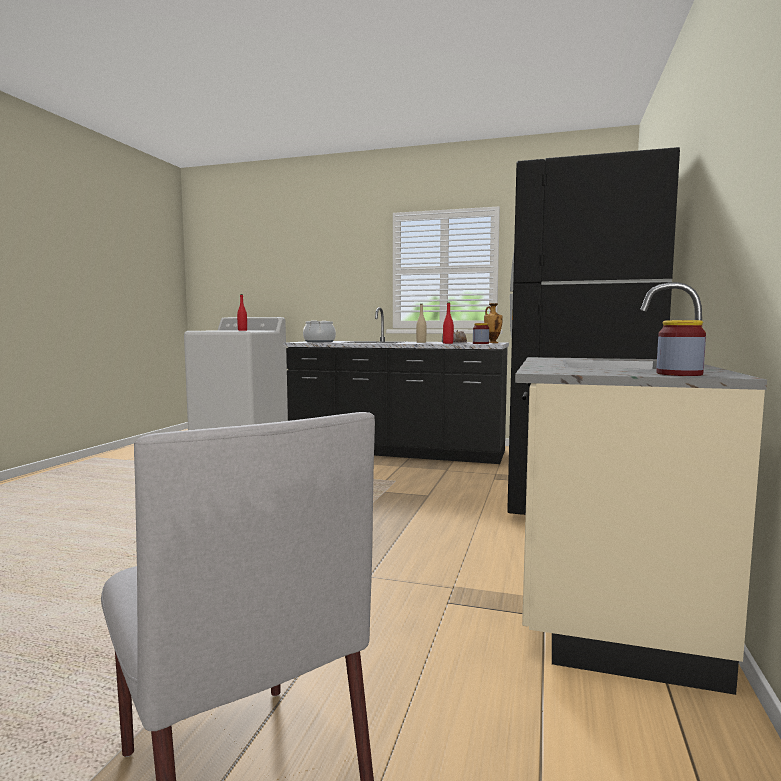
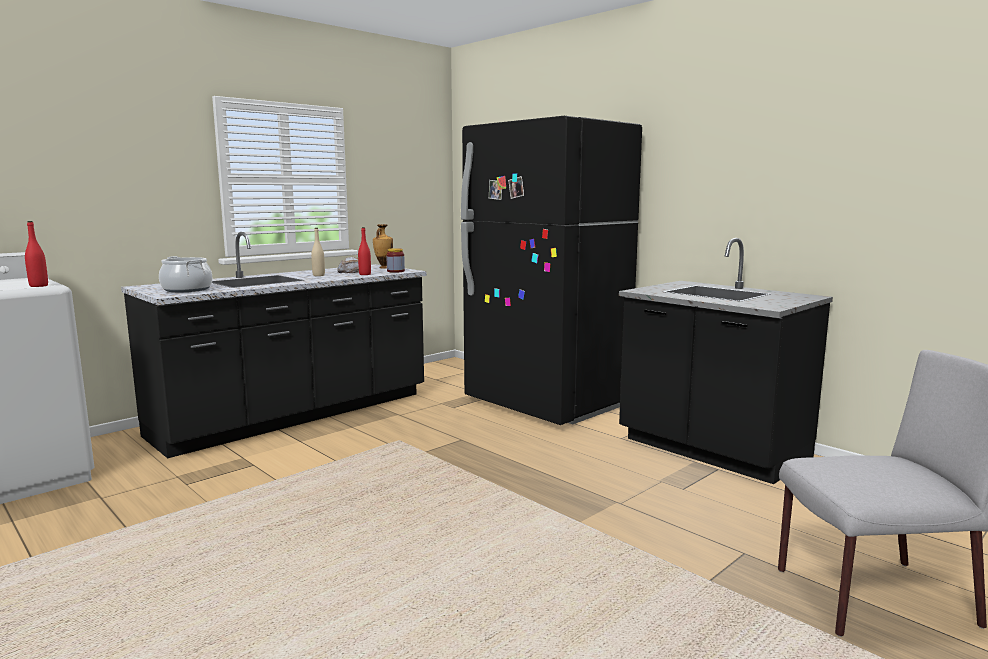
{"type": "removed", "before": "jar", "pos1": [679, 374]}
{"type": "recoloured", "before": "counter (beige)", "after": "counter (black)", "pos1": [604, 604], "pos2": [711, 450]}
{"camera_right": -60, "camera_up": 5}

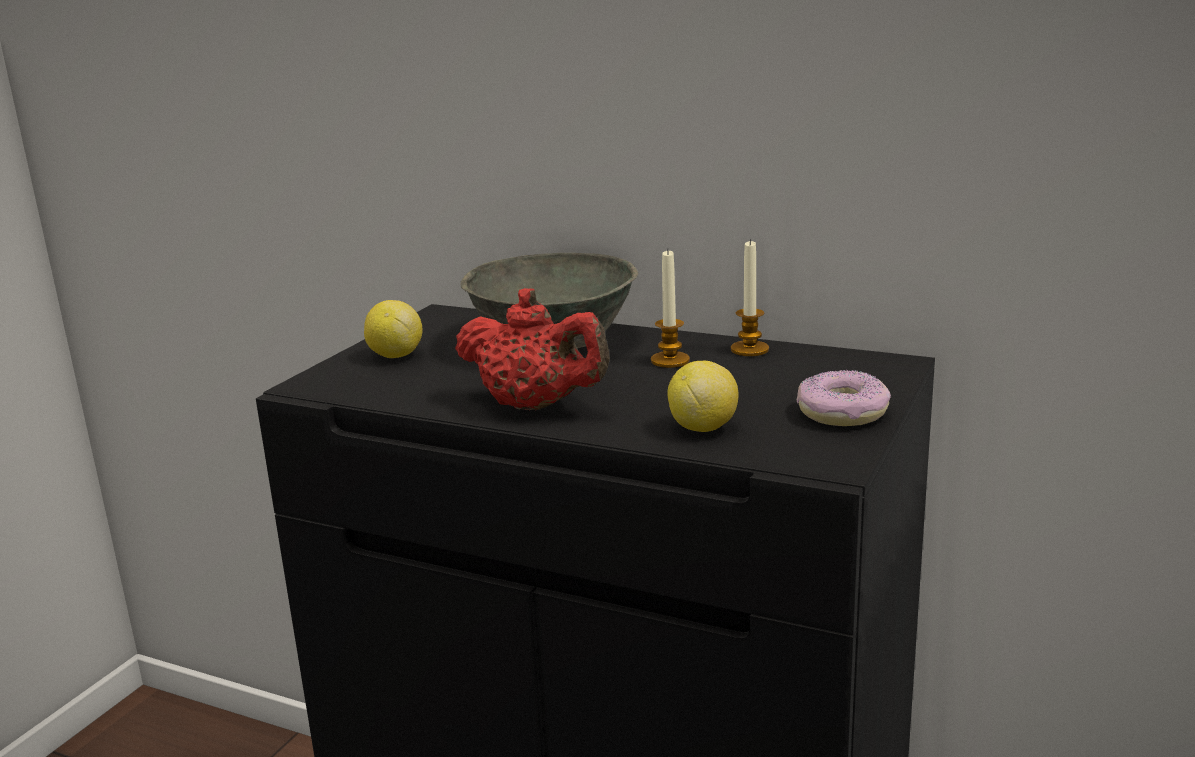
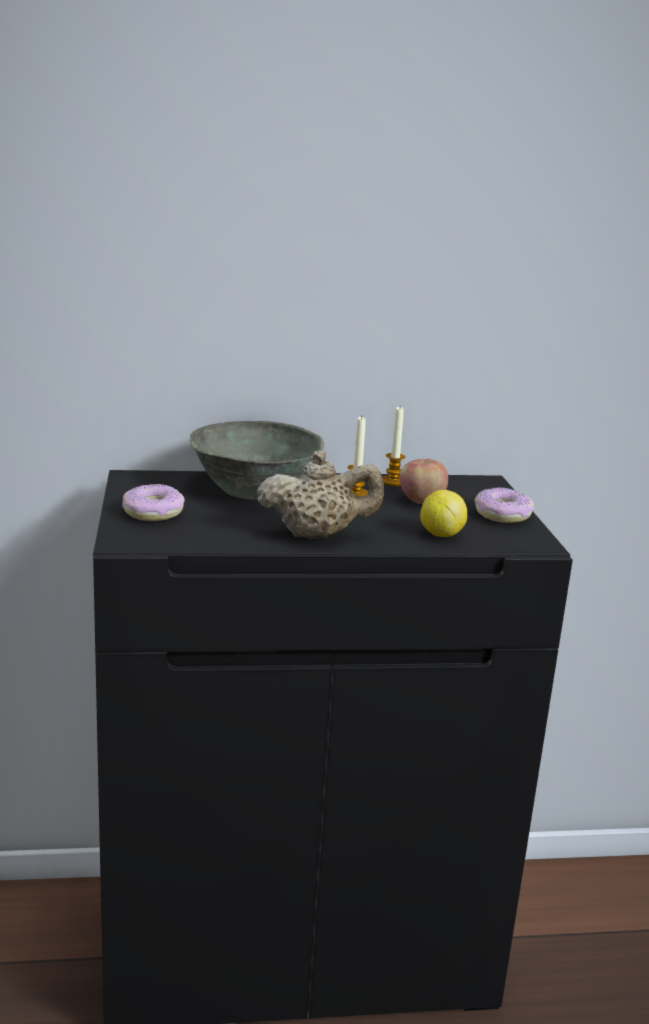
{"type": "added", "after": "apple", "pos2": [421, 501]}
{"type": "replaced", "before": "lemon", "after": "donut", "pos1": [395, 355], "pos2": [153, 512]}
{"type": "recoloured", "before": "teapot (red)", "after": "teapot (beige)", "pos1": [536, 406], "pos2": [317, 535]}
{"camera_right": -35, "camera_up": 0}

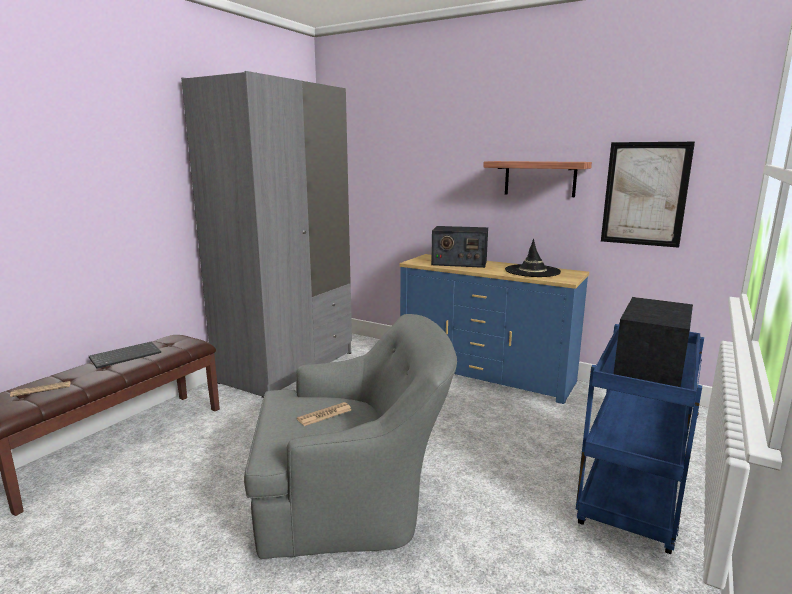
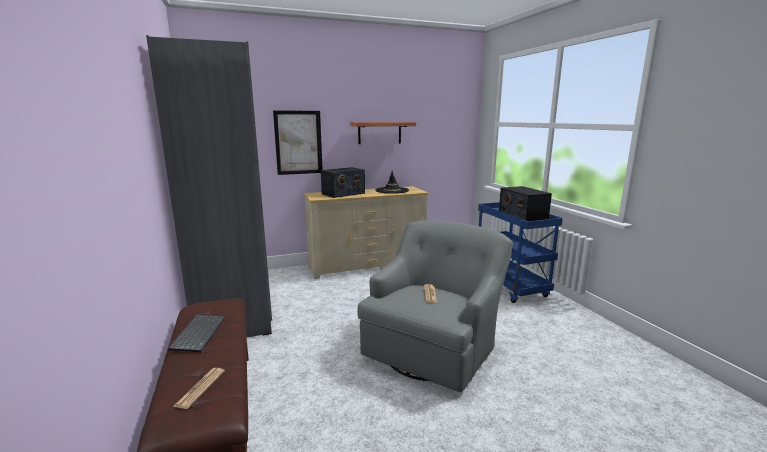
{"type": "moved", "before": "picture", "pos1": [645, 194], "pos2": [298, 142]}
{"type": "recoloured", "before": "dresser (blue)", "after": "dresser (beige)", "pos1": [485, 374], "pos2": [367, 265]}
{"camera_right": -50, "camera_up": 0}

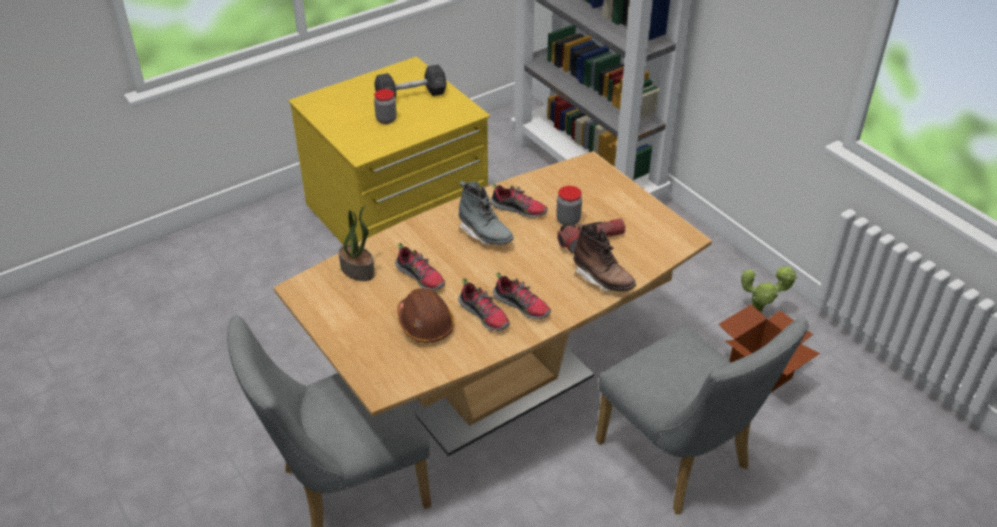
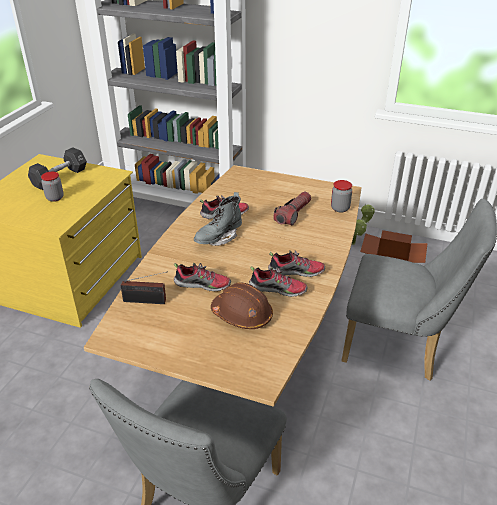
{"type": "removed", "before": "boot (brown)", "pos1": [602, 279]}
{"type": "moved", "before": "jar", "pos1": [568, 220], "pos2": [340, 208]}
{"type": "replaced", "before": "potted plant", "after": "radio", "pos1": [358, 270], "pos2": [147, 301]}
{"type": "turned", "before": "boot (grey)", "pos1": [485, 234], "pos2": [218, 238], "turn": 120}
{"camera_right": -35, "camera_up": -5}

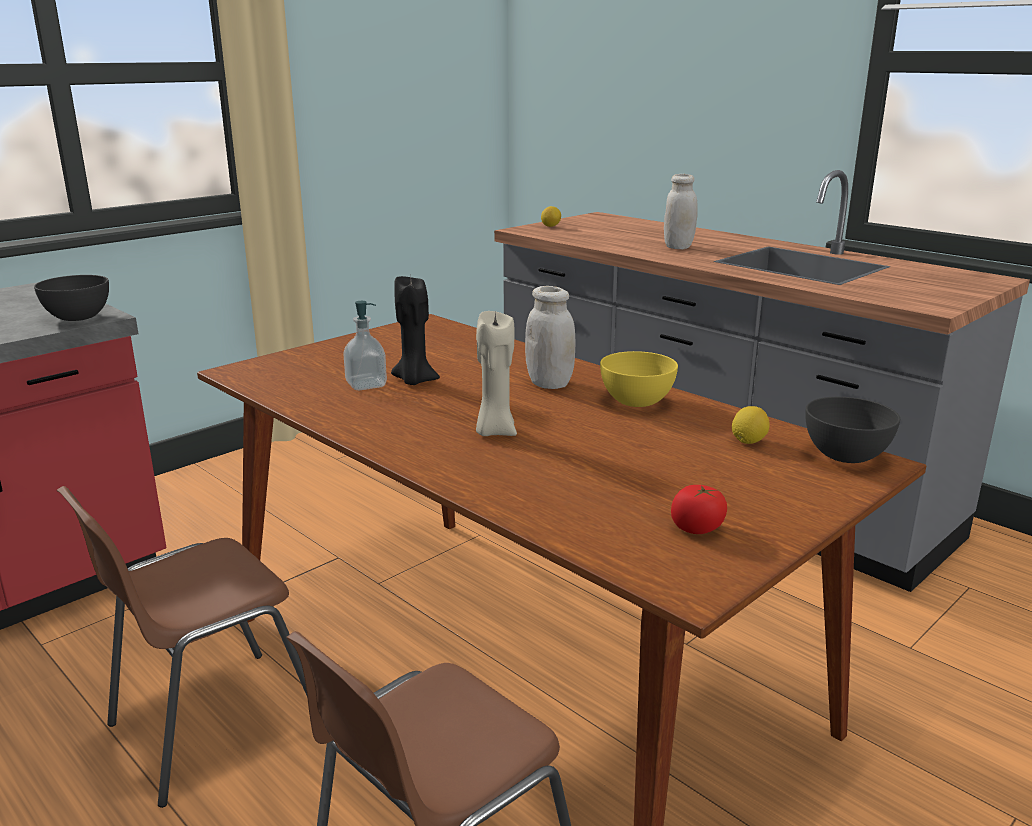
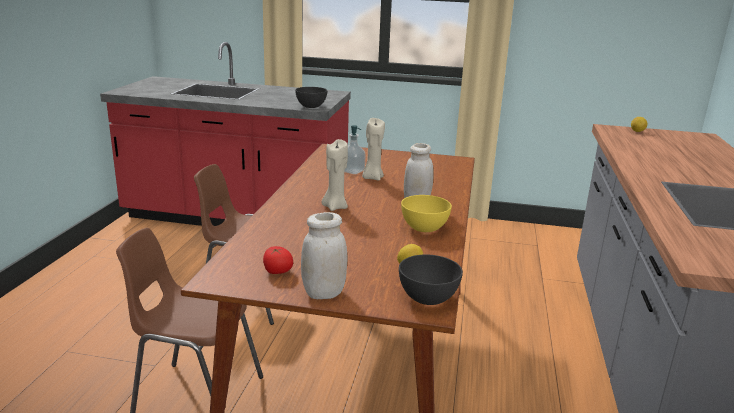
{"type": "moved", "before": "jar (white)", "pos1": [678, 247], "pos2": [324, 293]}
{"type": "recoloured", "before": "candle (black)", "after": "candle (beige)", "pos1": [414, 381], "pos2": [372, 178]}
{"camera_right": 55, "camera_up": 0}

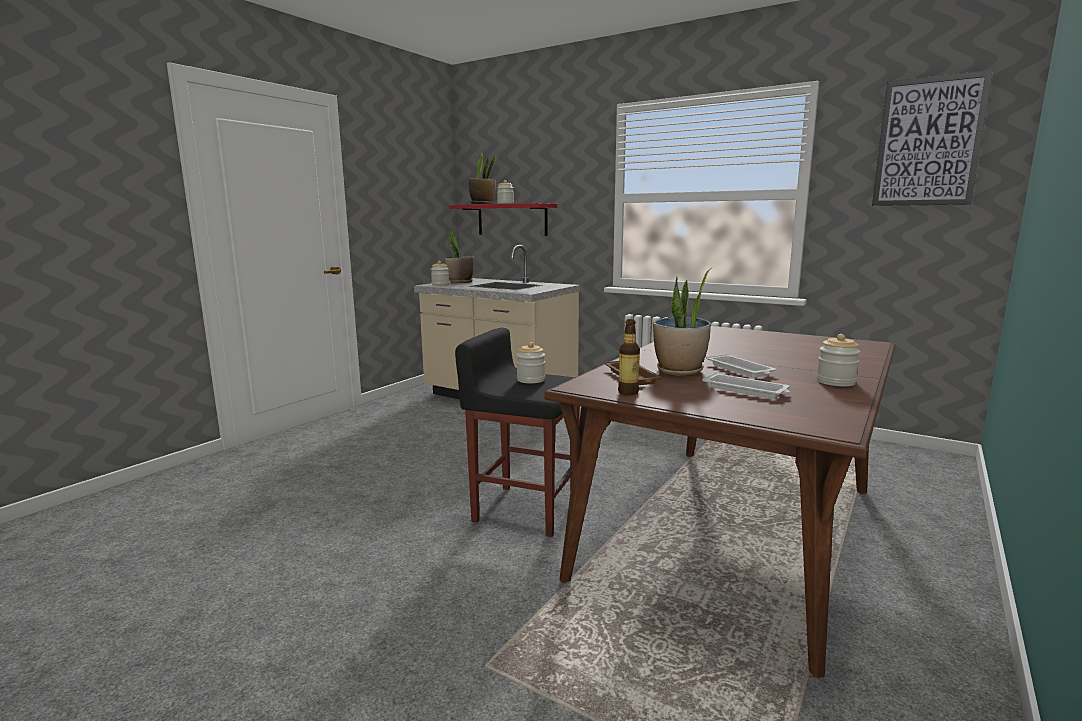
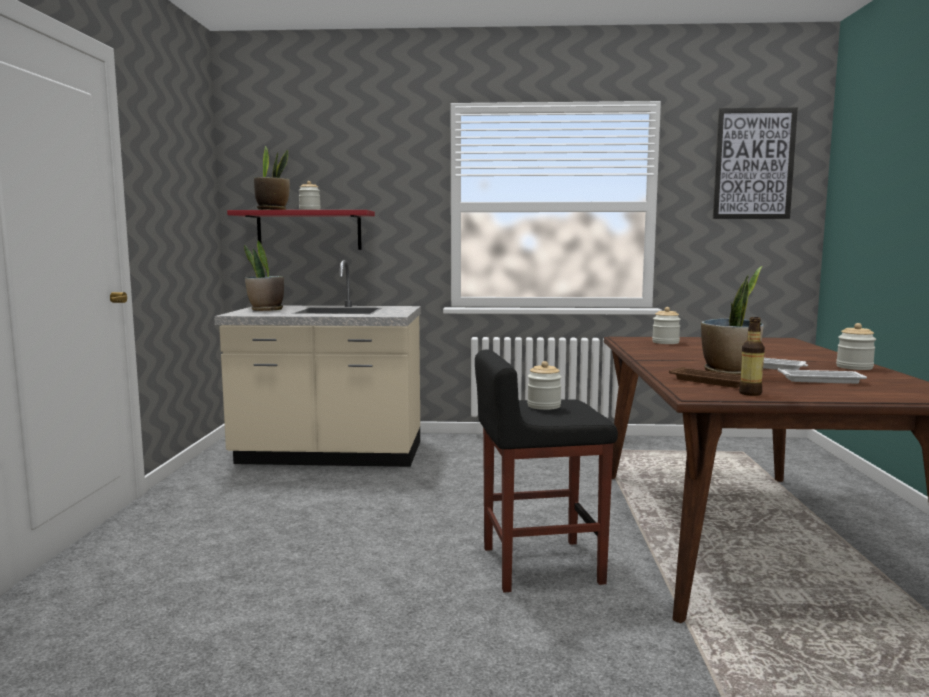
{"type": "moved", "before": "jar", "pos1": [440, 285], "pos2": [665, 342]}
{"camera_right": -30, "camera_up": -5}

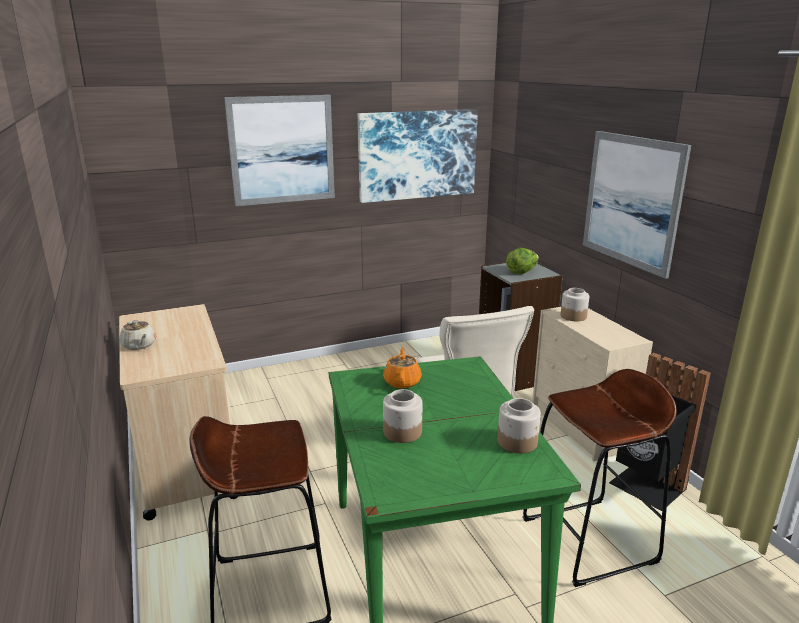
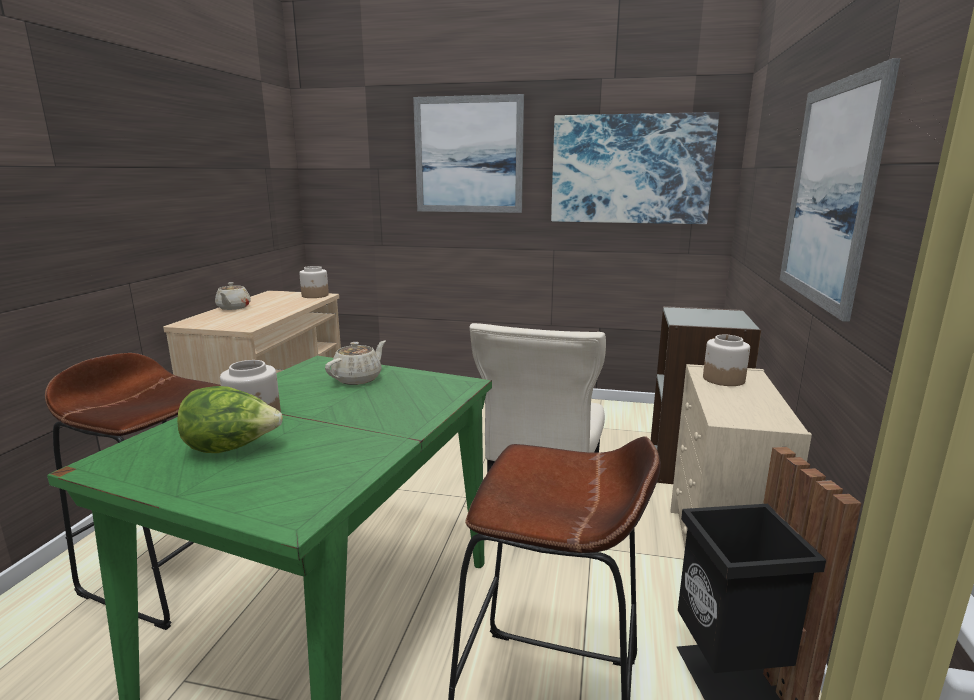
{"type": "moved", "before": "jar", "pos1": [517, 442], "pos2": [315, 295]}
{"type": "moved", "before": "lettuce", "pos1": [522, 272], "pos2": [232, 448]}
{"type": "recoloured", "before": "teapot (orange)", "after": "teapot (beige)", "pos1": [402, 381], "pos2": [358, 379]}
{"camera_right": 35, "camera_up": -5}

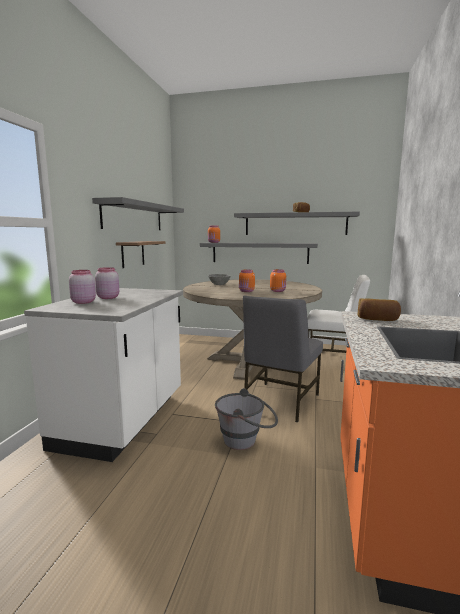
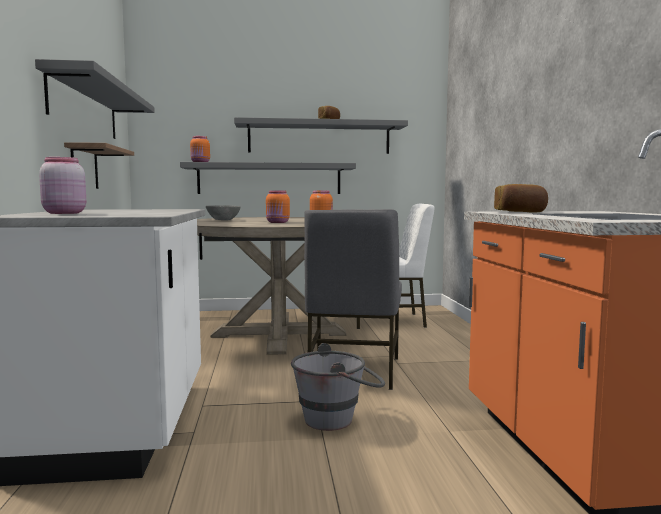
{"type": "removed", "before": "jar (pink)", "pos1": [108, 297]}
{"camera_right": -20, "camera_up": -5}

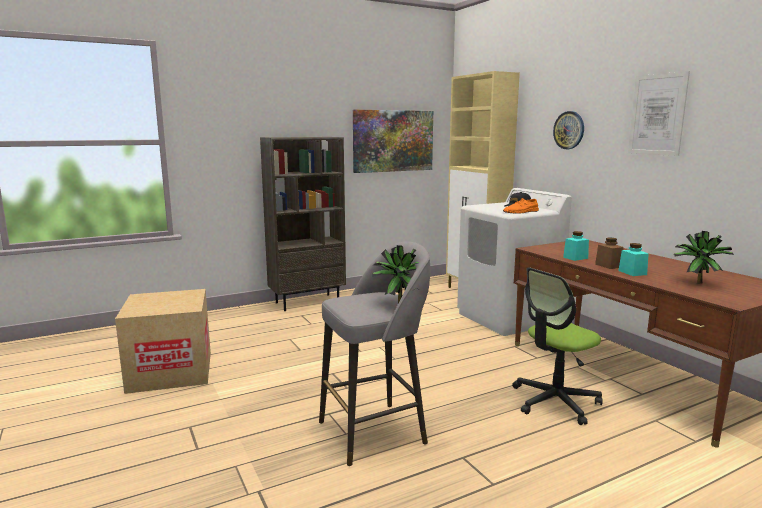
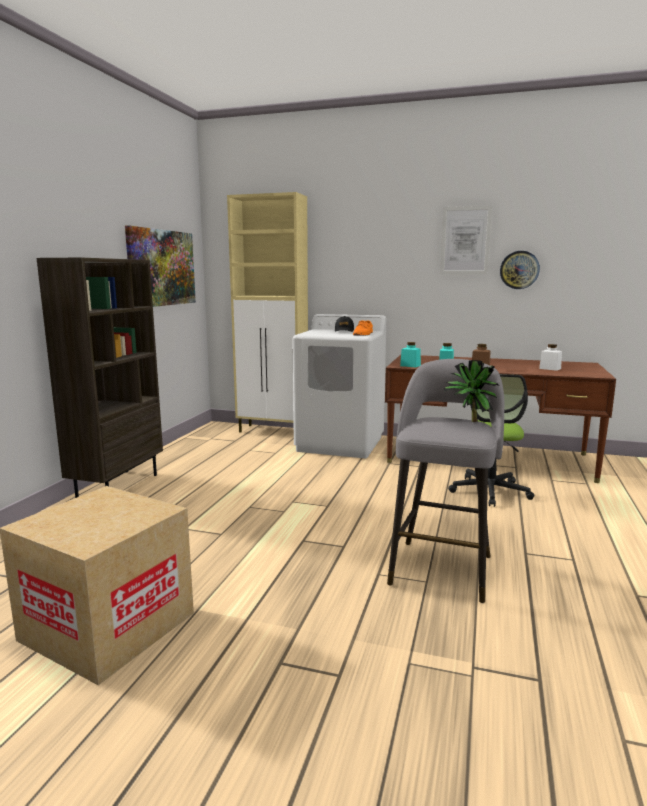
{"type": "moved", "before": "wall clock", "pos1": [569, 130], "pos2": [519, 270]}
{"type": "moved", "before": "jar (turquoise)", "pos1": [632, 272], "pos2": [410, 365]}
{"type": "replaced", "before": "potted plant", "after": "jar (white)", "pos1": [696, 282], "pos2": [550, 368]}
{"camera_right": -45, "camera_up": 0}

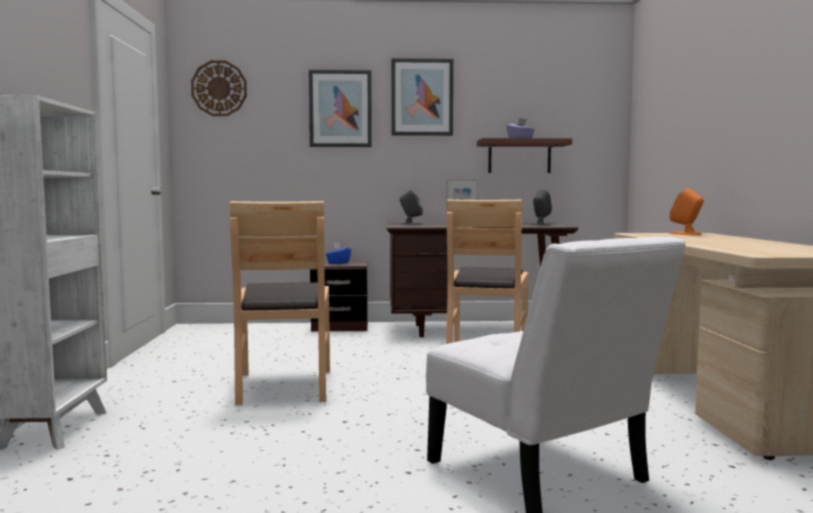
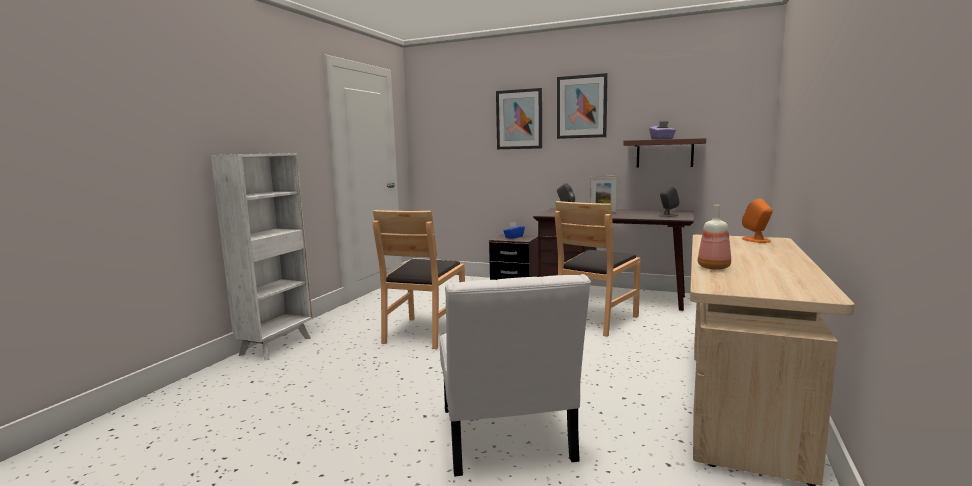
{"type": "removed", "before": "wall clock", "pos1": [219, 88]}
{"type": "added", "after": "bottle", "pos2": [714, 267]}
{"camera_right": 25, "camera_up": 5}

